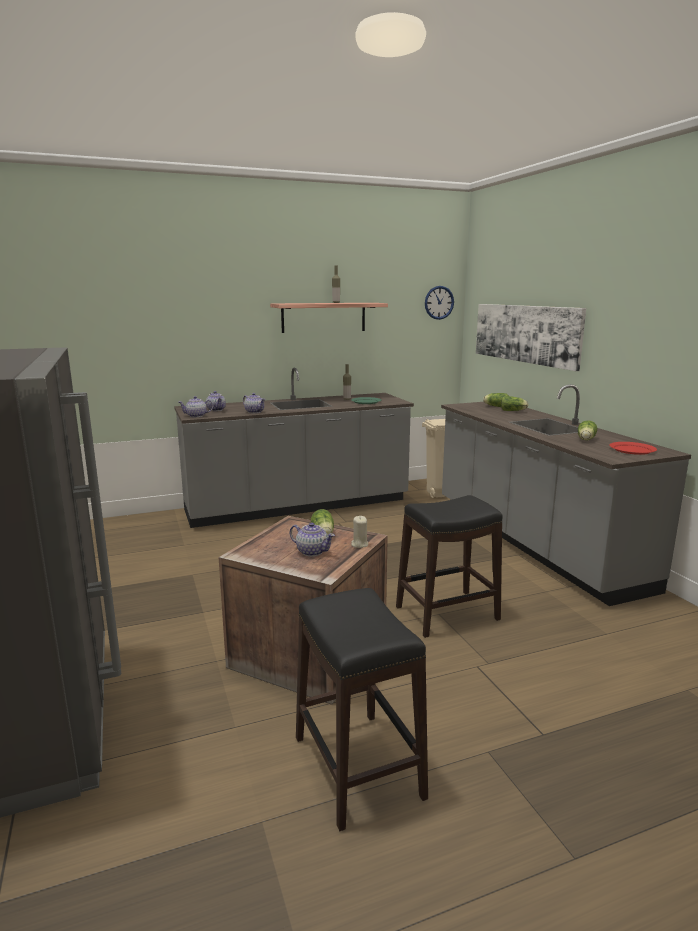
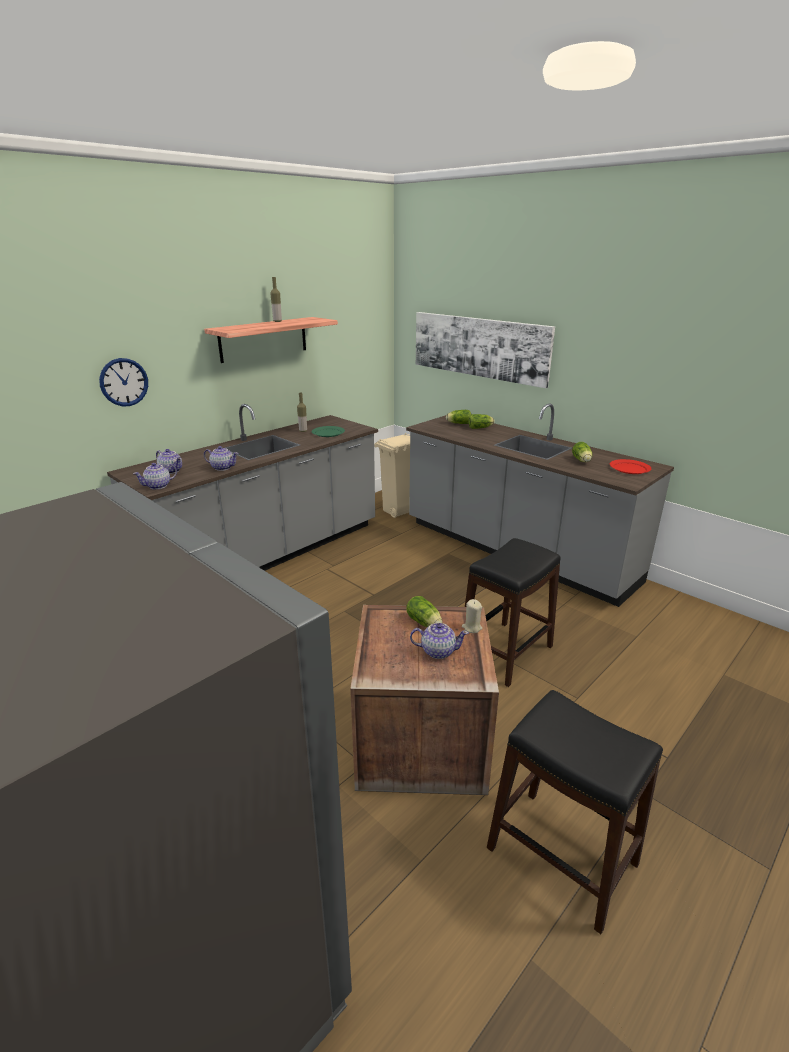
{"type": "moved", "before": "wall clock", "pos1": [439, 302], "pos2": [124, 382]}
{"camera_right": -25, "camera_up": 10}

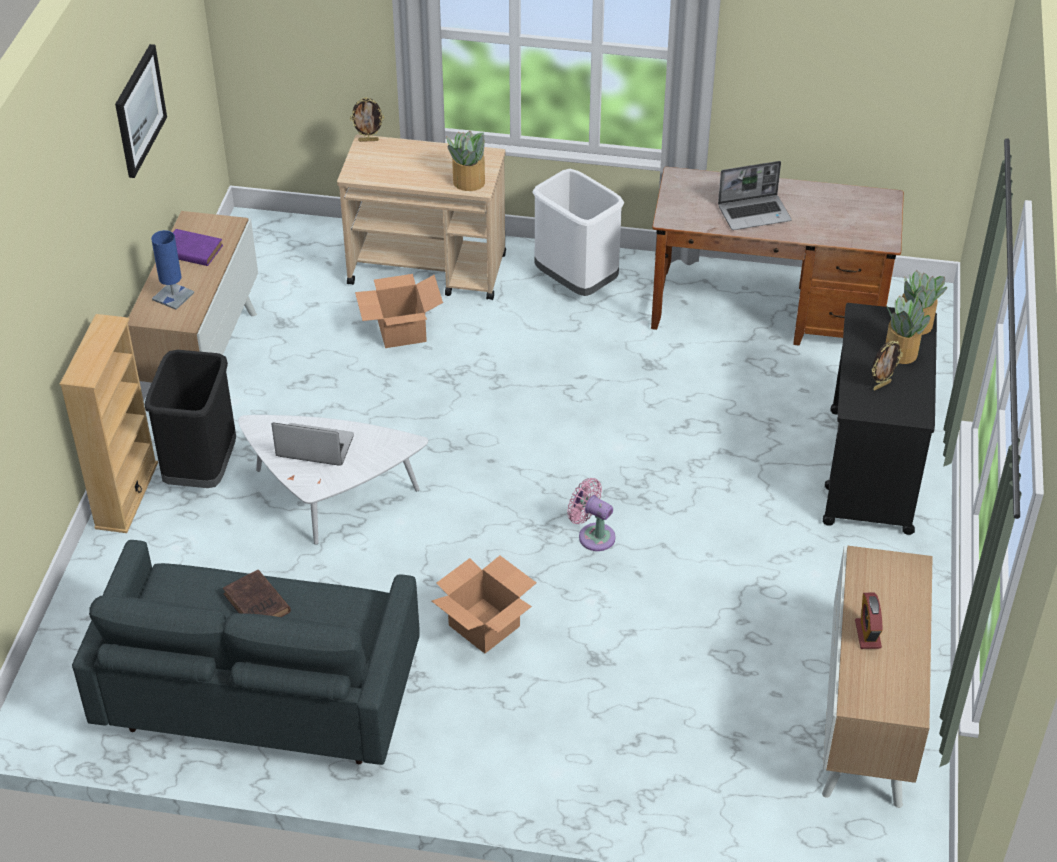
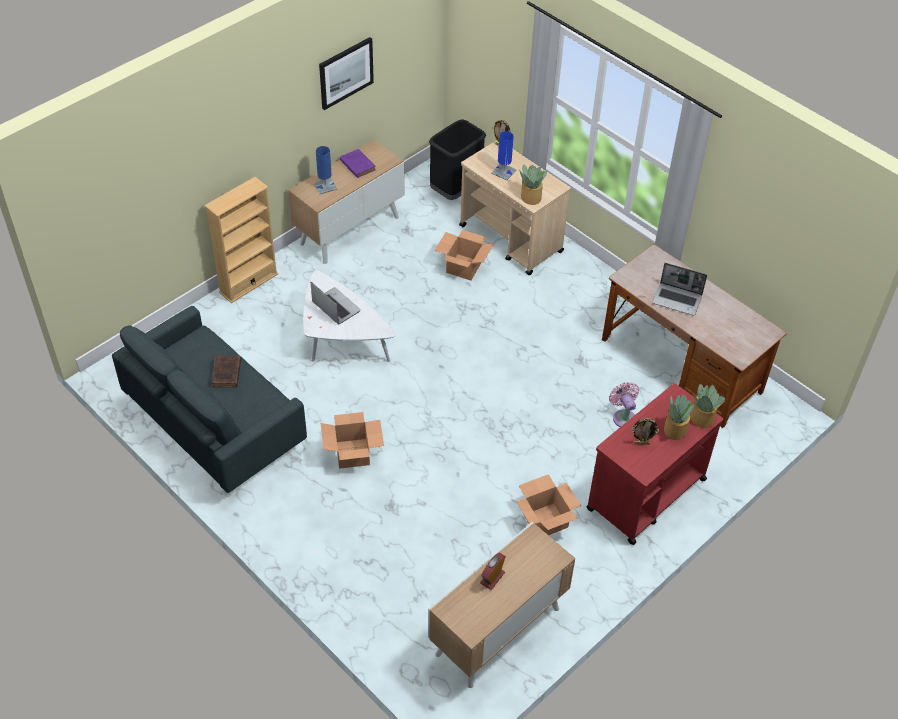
{"type": "removed", "before": "trash can (white)", "pos1": [575, 282]}
{"type": "added", "after": "table lamp (blue)", "pos2": [503, 172]}
{"type": "added", "after": "cardboard box", "pos2": [545, 521]}
{"type": "moved", "before": "trash can (black)", "pos1": [201, 469], "pos2": [455, 190]}
{"type": "moved", "before": "fan (pink)", "pos1": [593, 535], "pos2": [623, 417]}
{"type": "recoloured", "before": "cart (black)", "after": "cart (red)", "pos1": [870, 471], "pos2": [645, 494]}
{"camera_right": 35, "camera_up": 5}

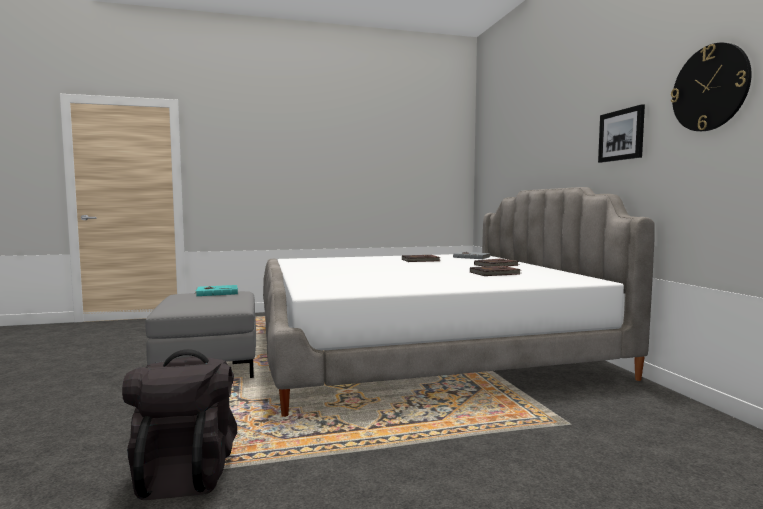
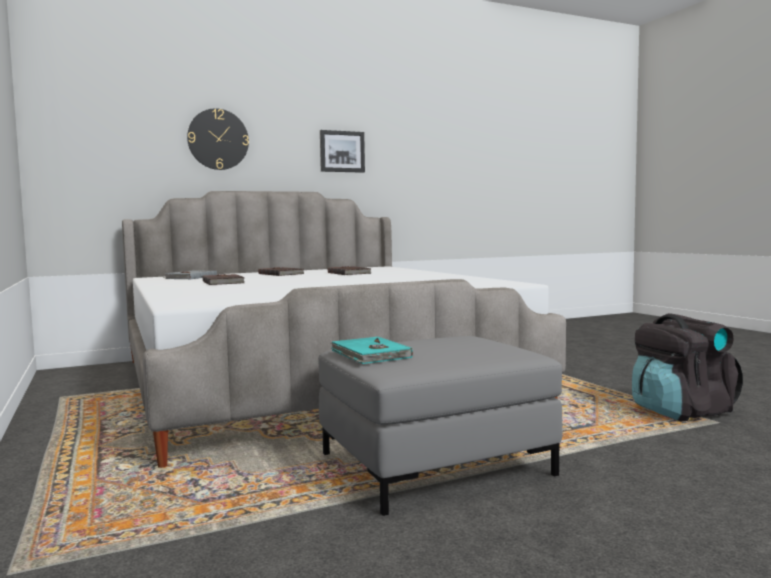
{"type": "moved", "before": "wall clock", "pos1": [710, 88], "pos2": [218, 139]}
{"camera_right": -100, "camera_up": 0}

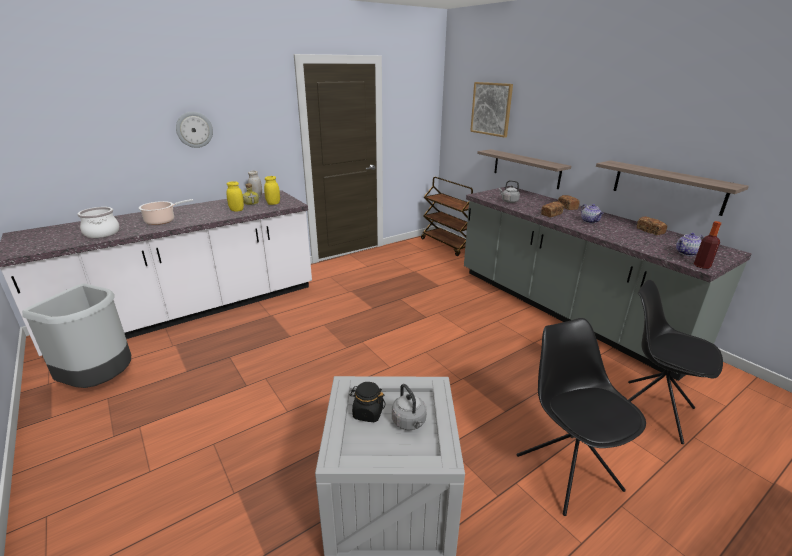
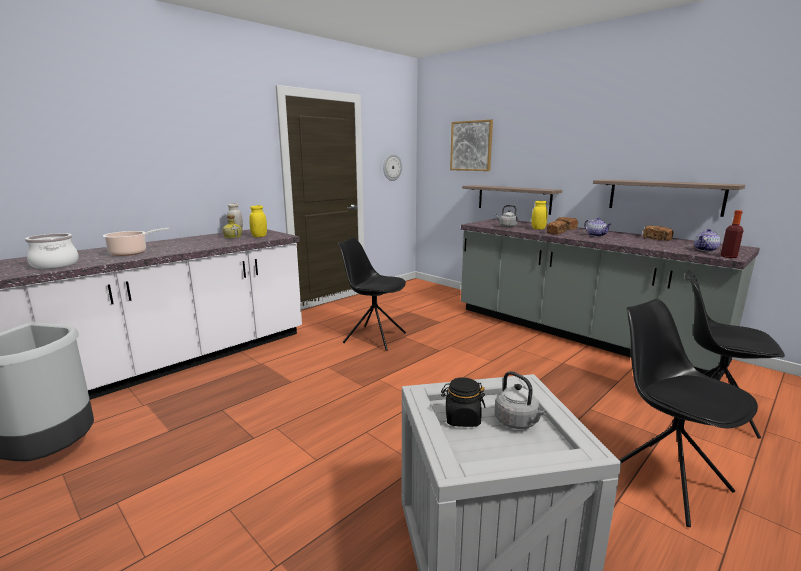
{"type": "removed", "before": "cart (brown)", "pos1": [448, 245]}
{"type": "added", "after": "chair (black)", "pos2": [374, 337]}
{"type": "moved", "before": "wall clock", "pos1": [194, 129], "pos2": [392, 167]}
{"type": "moved", "before": "jar (yellow)", "pos1": [237, 210], "pos2": [538, 229]}
{"camera_right": -10, "camera_up": -10}

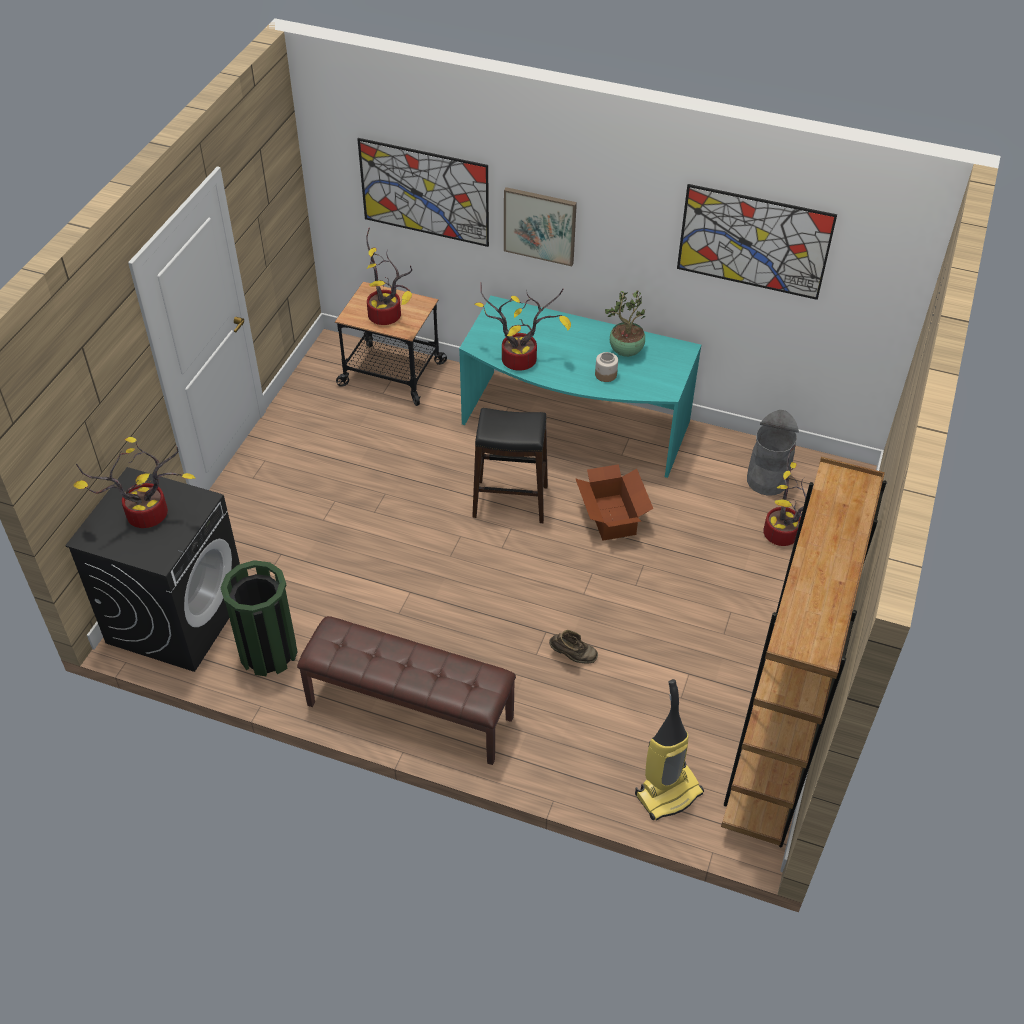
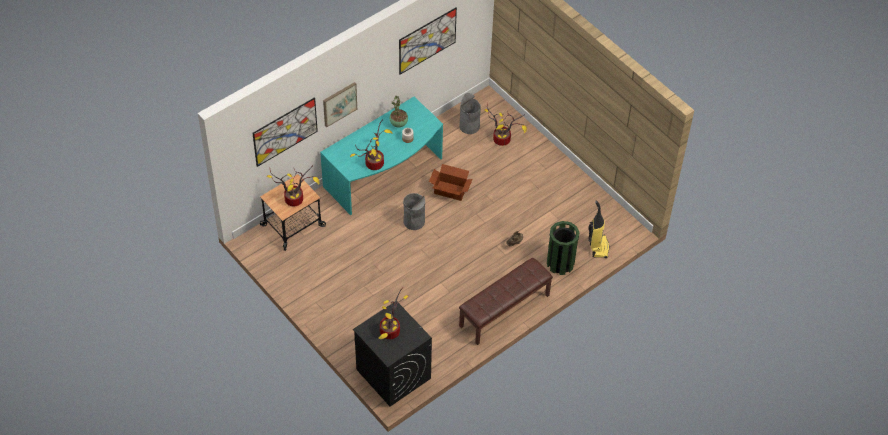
{"type": "removed", "before": "bookcase (brown)", "pos1": [772, 751]}
{"type": "moved", "before": "trash can (green)", "pos1": [268, 652], "pos2": [560, 263]}
{"type": "replaced", "before": "stool (black)", "after": "trash can (grey)", "pos1": [510, 502], "pos2": [414, 221]}
{"camera_right": -60, "camera_up": 5}

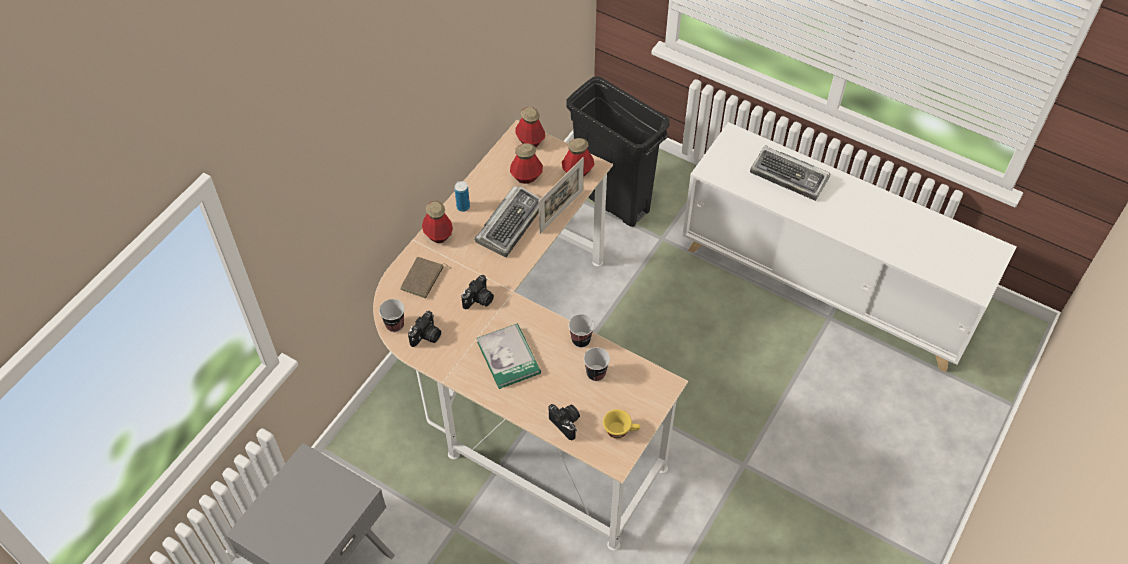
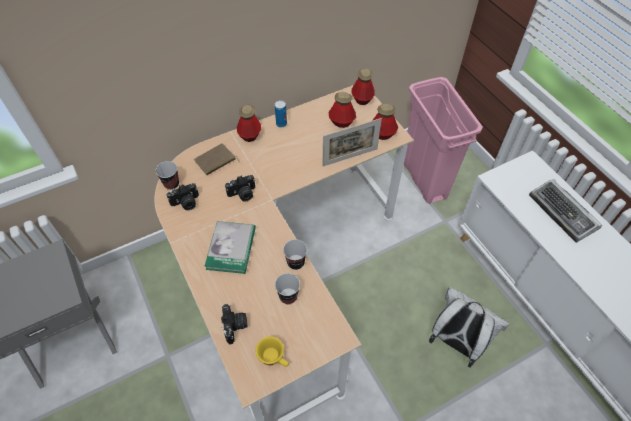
{"type": "removed", "before": "keyboard", "pos1": [510, 224]}
{"type": "added", "after": "backpack (white)", "pos2": [456, 342]}
{"type": "recoloured", "before": "trash can (black)", "after": "trash can (pink)", "pos1": [613, 201], "pos2": [425, 180]}
{"camera_right": 30, "camera_up": 0}

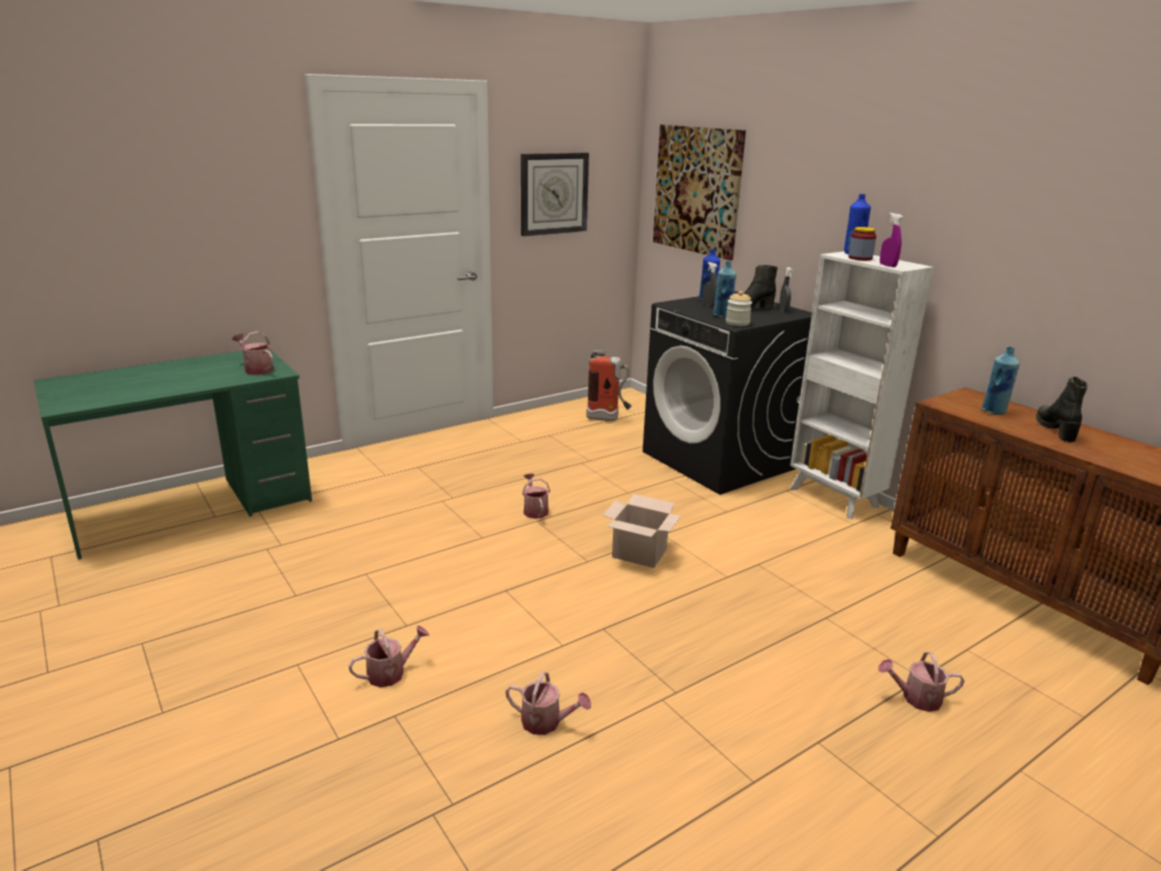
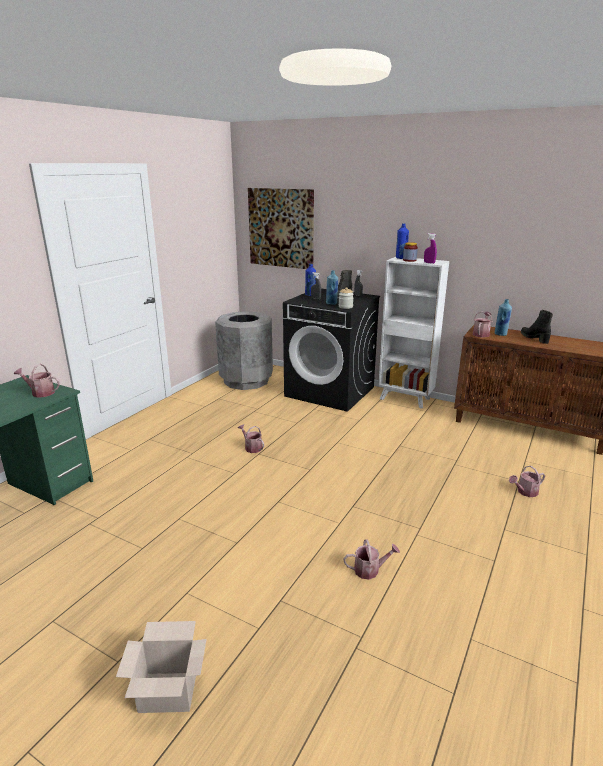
{"type": "removed", "before": "wall clock", "pos1": [553, 193]}
{"type": "moved", "before": "watering can", "pos1": [391, 673], "pos2": [481, 334]}
{"type": "moved", "before": "cardboard box", "pos1": [637, 554], "pos2": [166, 693]}
{"type": "replaced", "before": "fire extinguisher", "after": "trash can (grey)", "pos1": [608, 419], "pos2": [246, 380]}
{"camera_right": -25, "camera_up": 0}

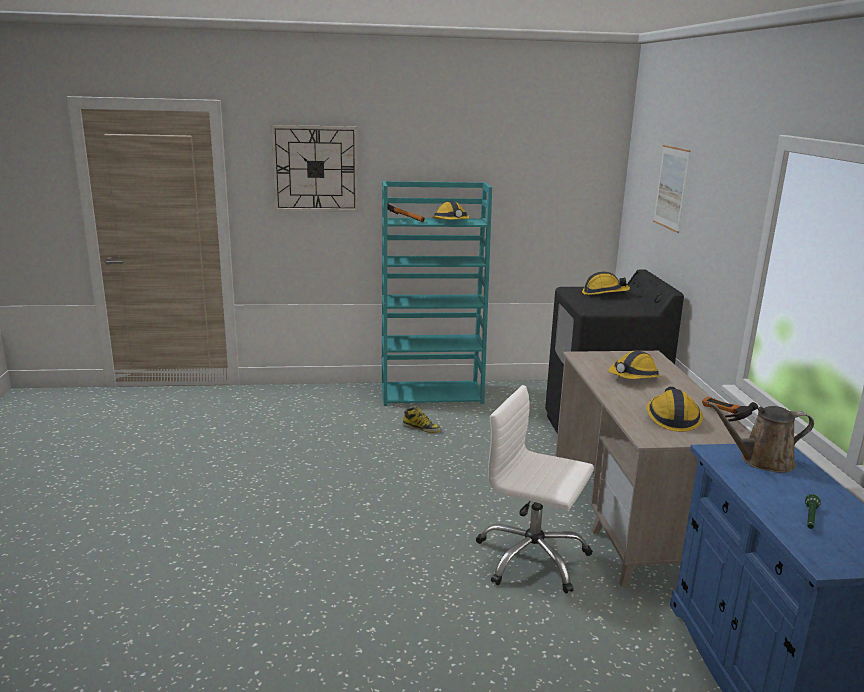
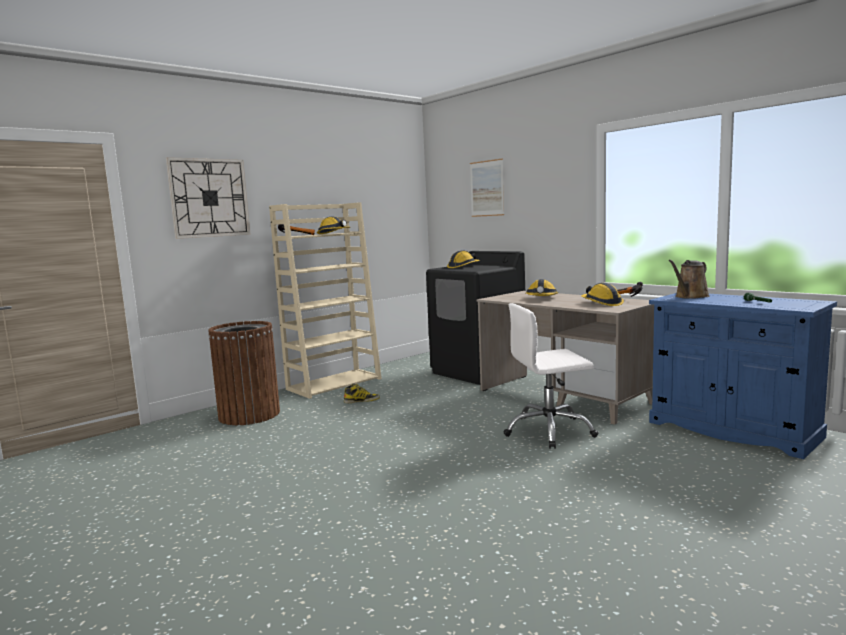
{"type": "added", "after": "trash can (brown)", "pos2": [249, 415]}
{"type": "recoloured", "before": "bookcase (turquoise)", "after": "bookcase (beige)", "pos1": [432, 393], "pos2": [334, 384]}
{"camera_right": -35, "camera_up": -10}

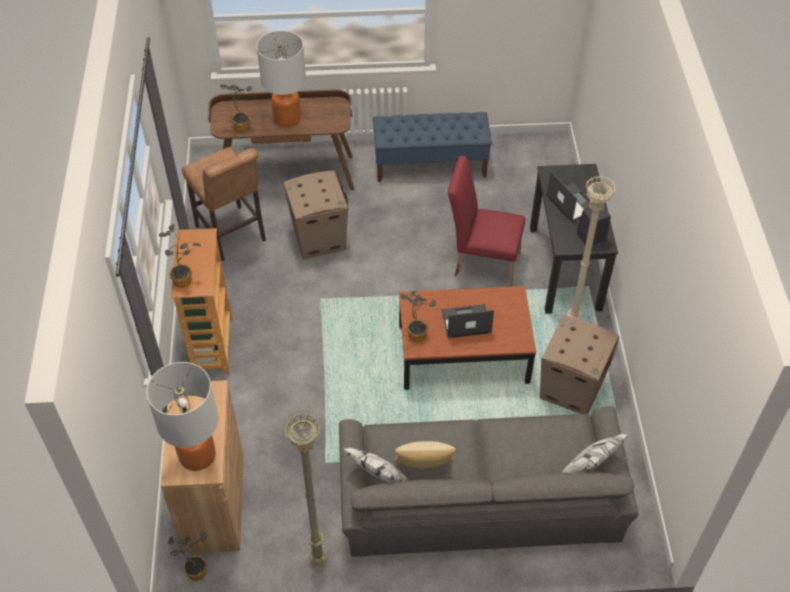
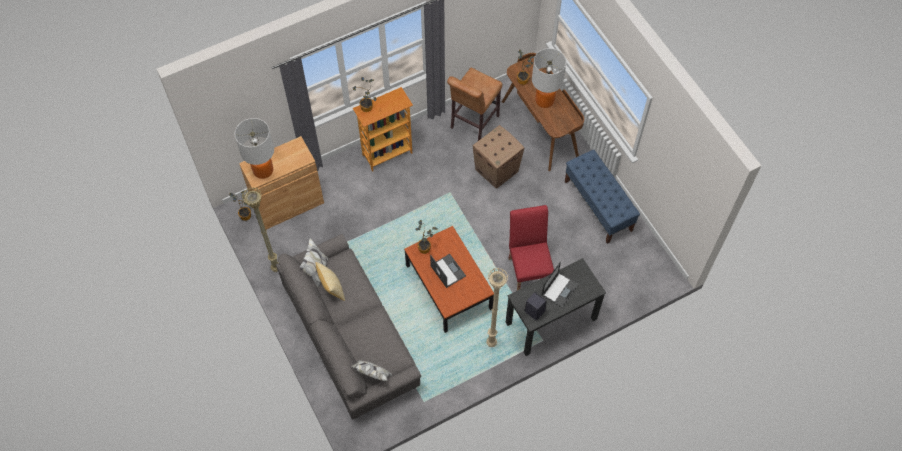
{"type": "removed", "before": "cardboard box", "pos1": [571, 388]}
{"camera_right": 65, "camera_up": 10}

